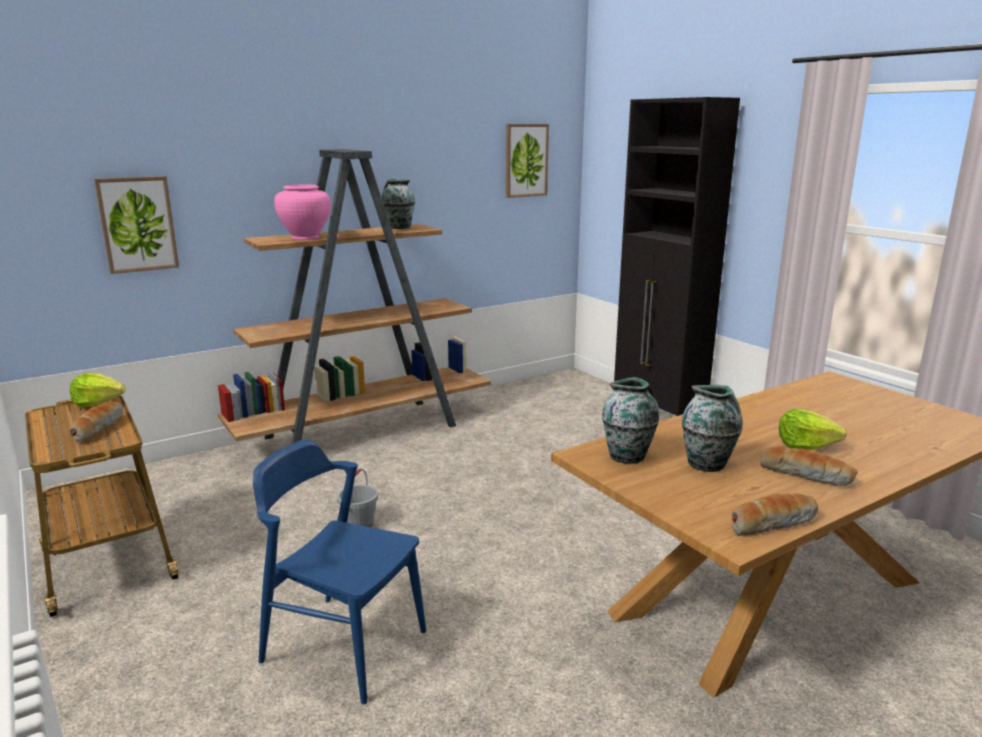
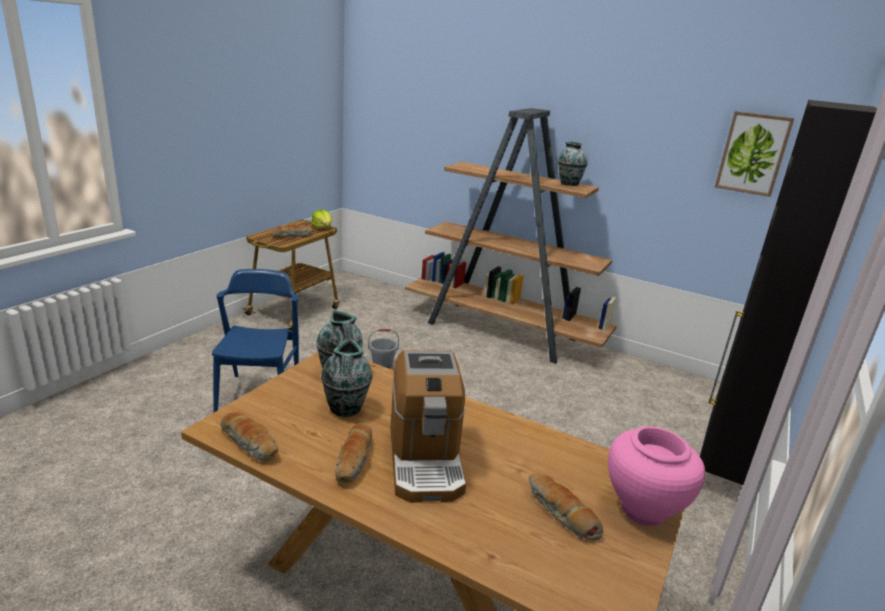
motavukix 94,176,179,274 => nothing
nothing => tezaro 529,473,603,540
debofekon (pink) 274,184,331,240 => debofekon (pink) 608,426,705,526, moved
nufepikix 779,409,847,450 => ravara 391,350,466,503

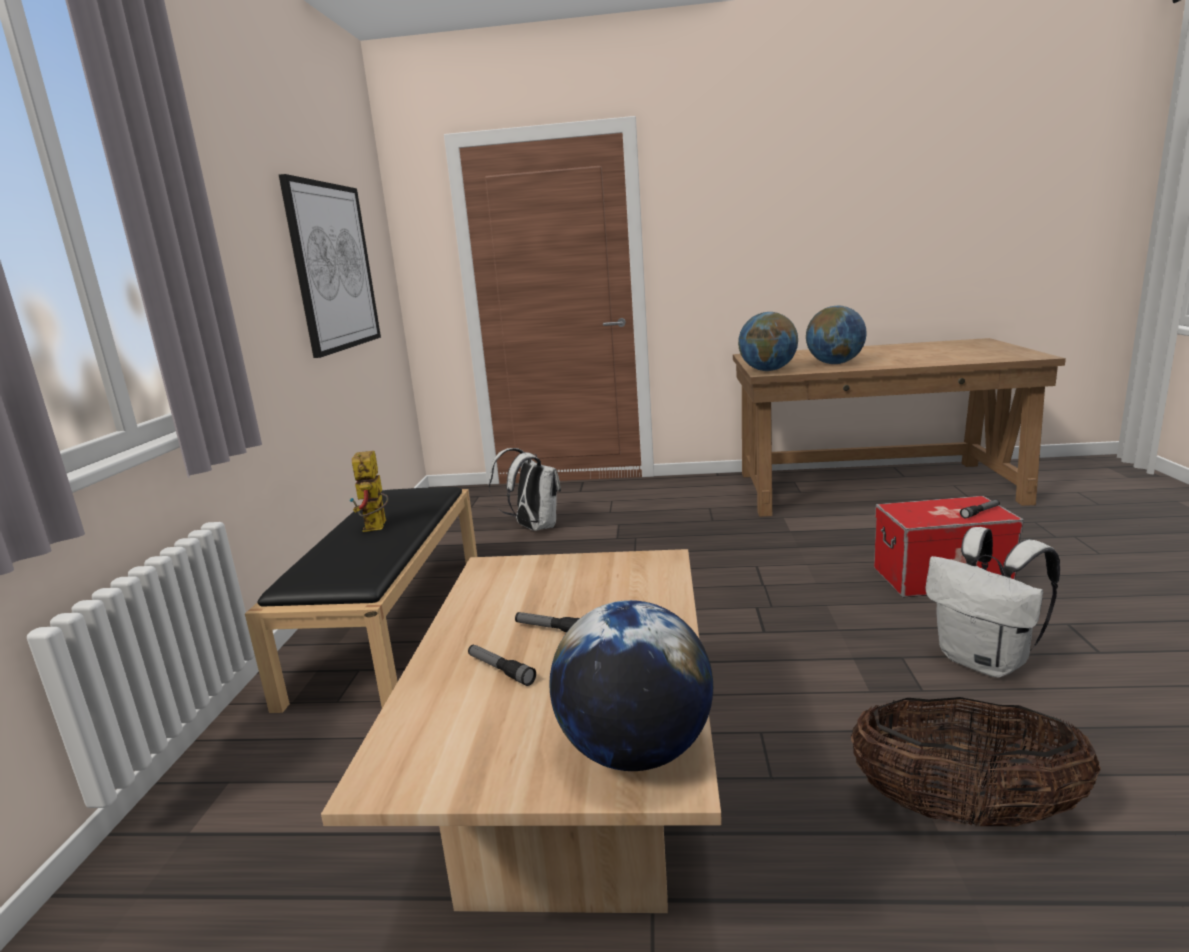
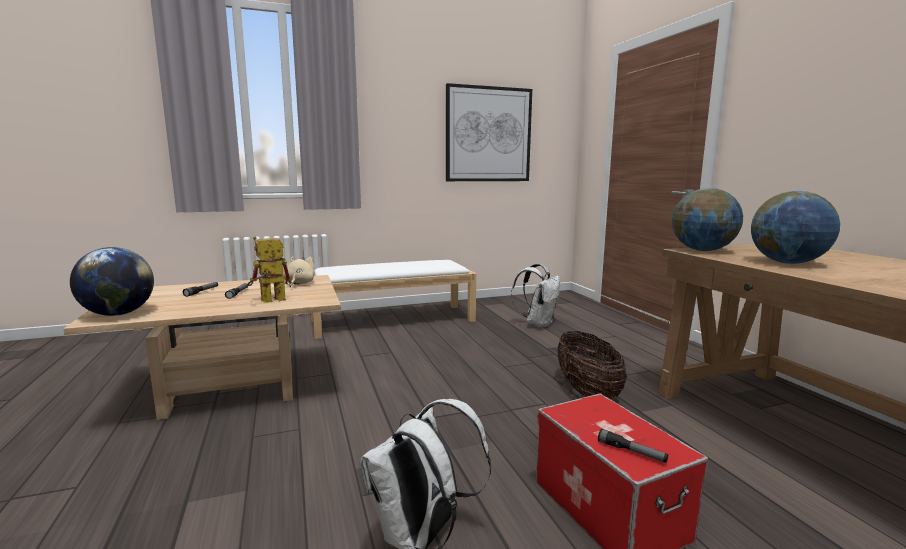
nothing => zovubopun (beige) 283,257,315,288
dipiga 349,451,389,532 => dipiga 248,237,292,303, moved
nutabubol 851,697,1101,827 => nutabubol 557,331,627,399, moved
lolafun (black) 245,487,477,713 => lolafun (white) 311,260,476,339

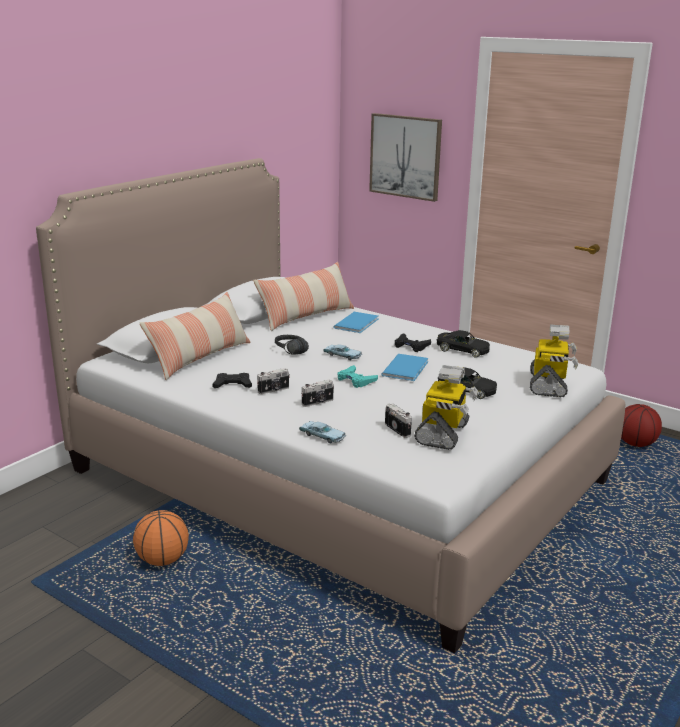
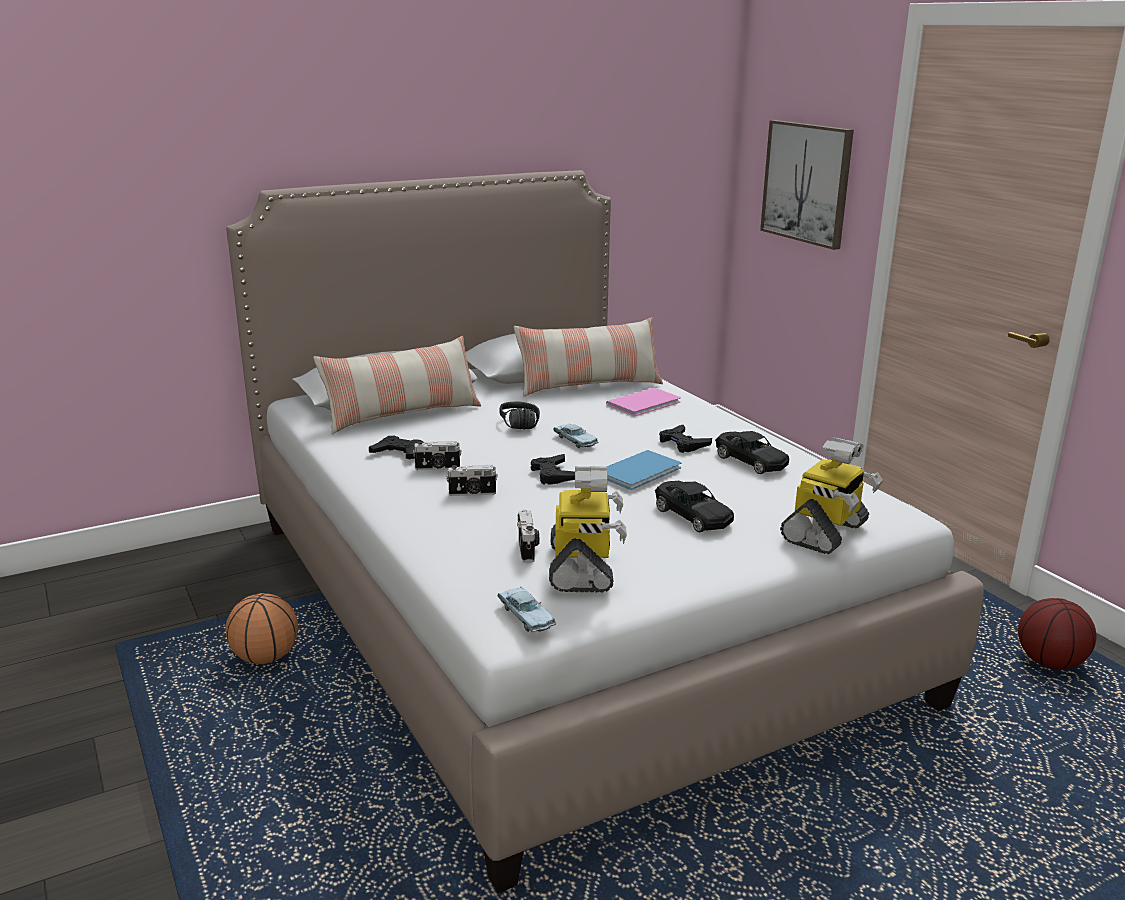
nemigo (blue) 299,421,346,444 => nemigo (blue) 498,587,556,632, moved
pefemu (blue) 333,312,379,333 => pefemu (pink) 606,388,681,416
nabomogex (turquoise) 337,365,378,388 => nabomogex (black) 531,454,575,485
dipiga 414,365,479,450 => dipiga 549,466,627,593, 45 degrees counterclockwise

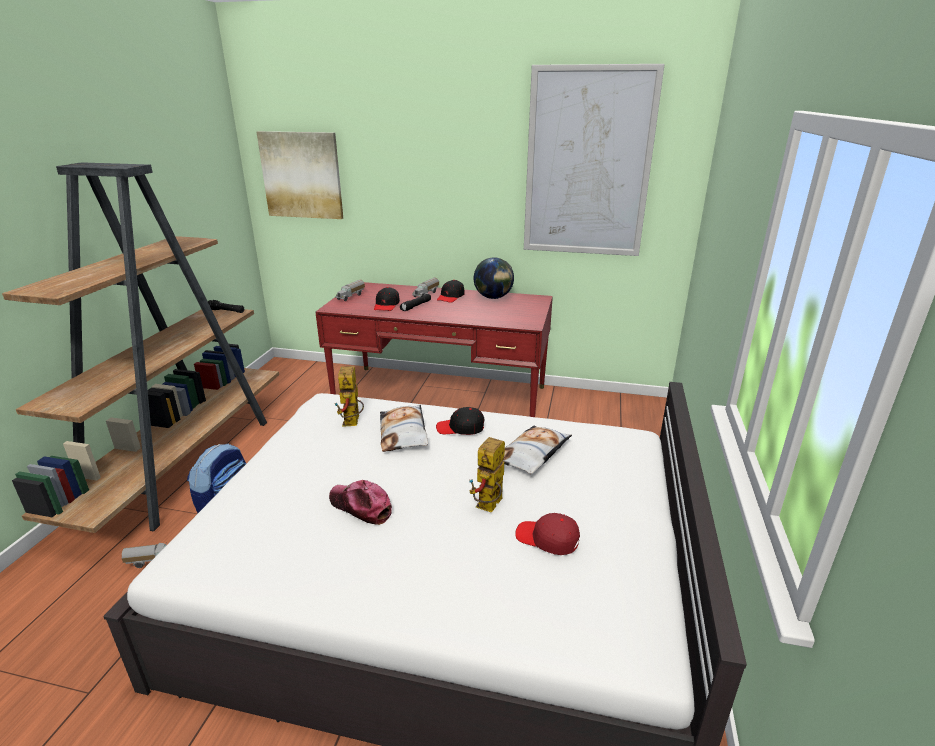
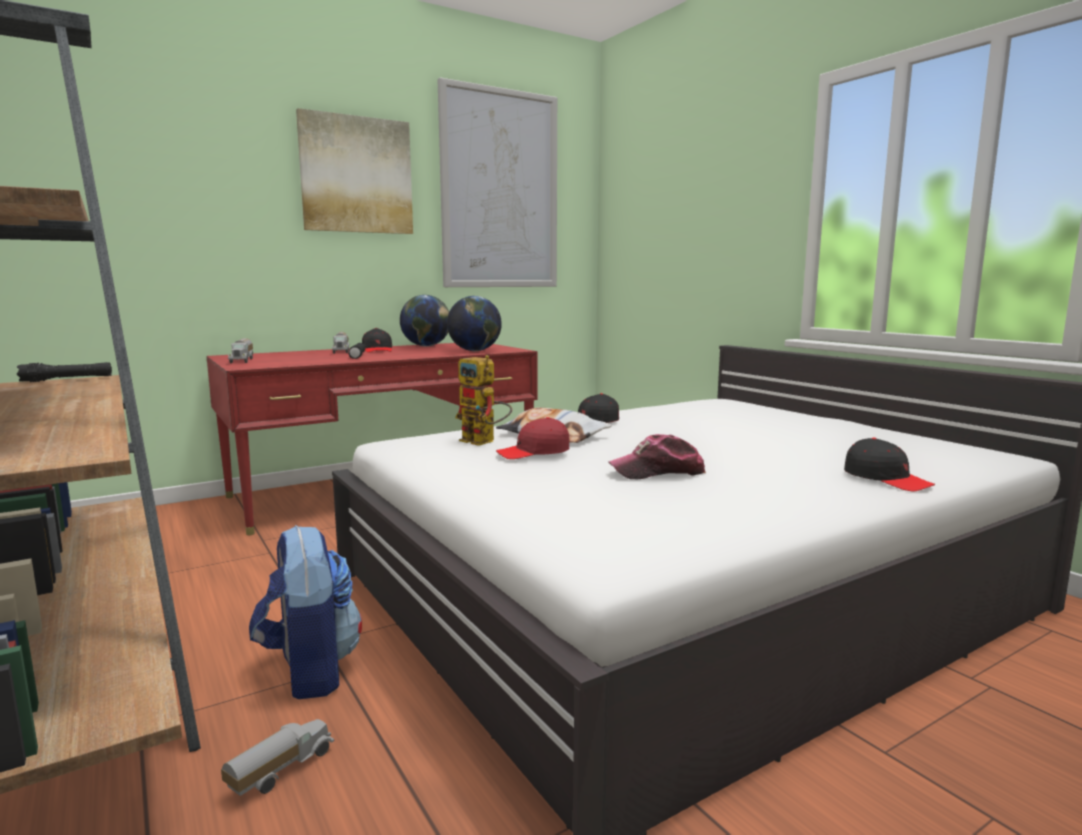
dipiga 469,437,505,513 => nothing
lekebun 503,426,572,474 => nothing
nothing => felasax 447,296,502,351
motavukix 257,131,343,219 => motavukix 296,108,413,234, moved
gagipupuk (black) 374,287,400,311 => gagipupuk (black) 844,438,935,491, moved
gagipupuk (red) 515,513,580,555 => gagipupuk (red) 496,417,570,459, moved

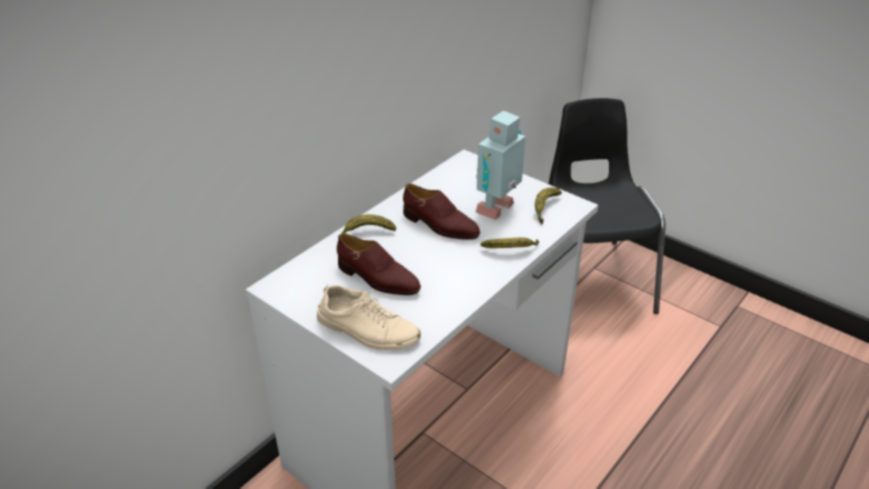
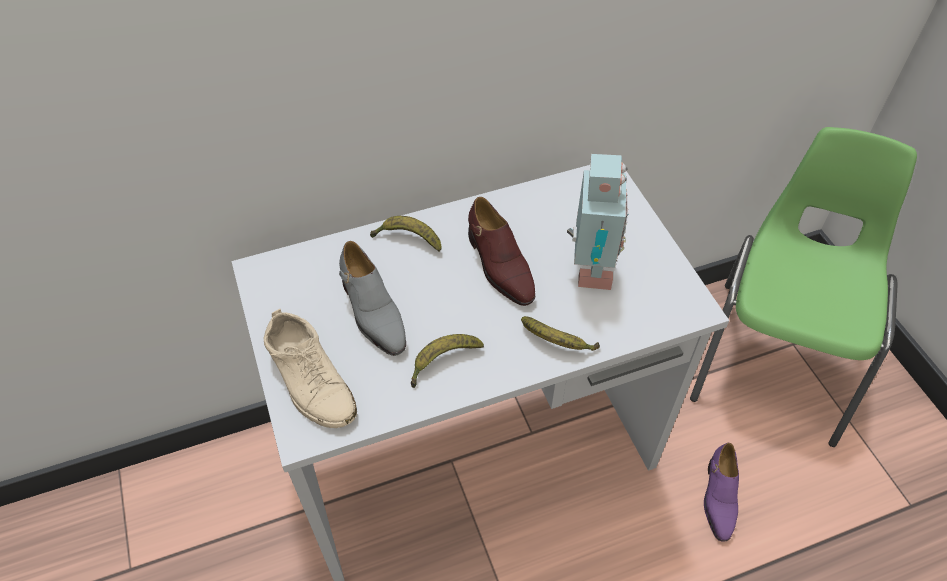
nothing => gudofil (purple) 704,443,739,542
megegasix 535,187,562,224 => megegasix 411,334,484,388, moved
gudofil (brown) 337,233,421,295 => gudofil (grey) 339,241,406,356
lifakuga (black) 549,98,666,314 => lifakuga (green) 690,127,917,447
dipiga 476,111,526,220 => dipiga 567,154,629,290, 120 degrees clockwise

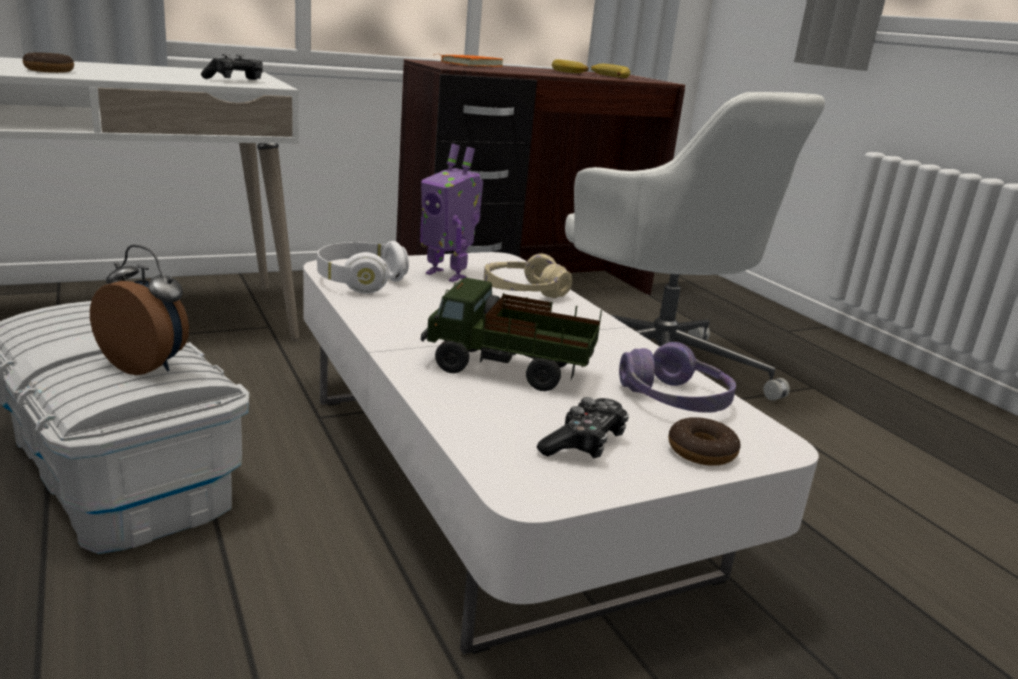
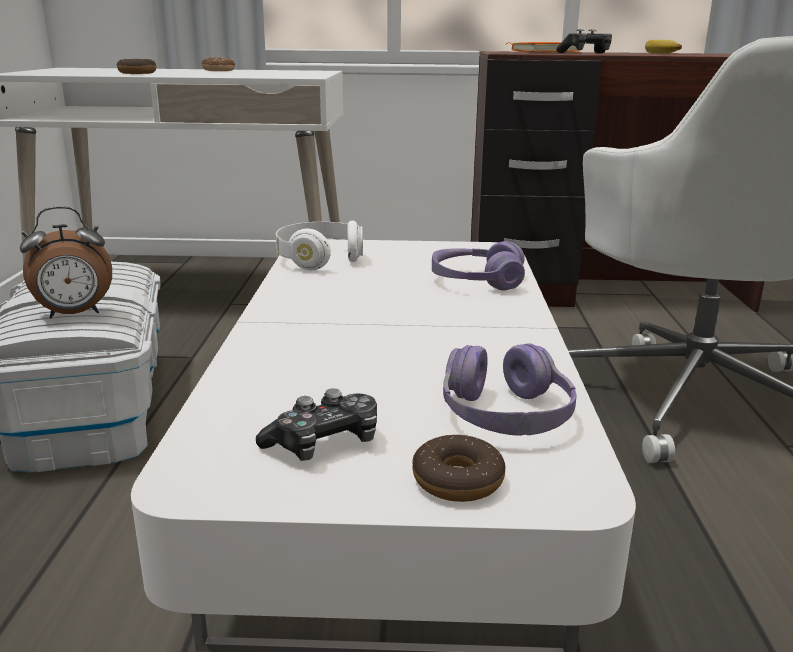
dipiga 420,144,483,282 => nothing
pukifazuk 421,278,602,391 => nothing
megegasix 591,64,630,78 => nothing
nothing => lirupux 201,57,235,71
nabomogex 201,54,263,80 => nabomogex 556,29,612,53, moved
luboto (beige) 484,254,572,298 => luboto (purple) 432,241,525,290
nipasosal 90,245,189,375 => nipasosal 20,206,112,319, 105 degrees clockwise

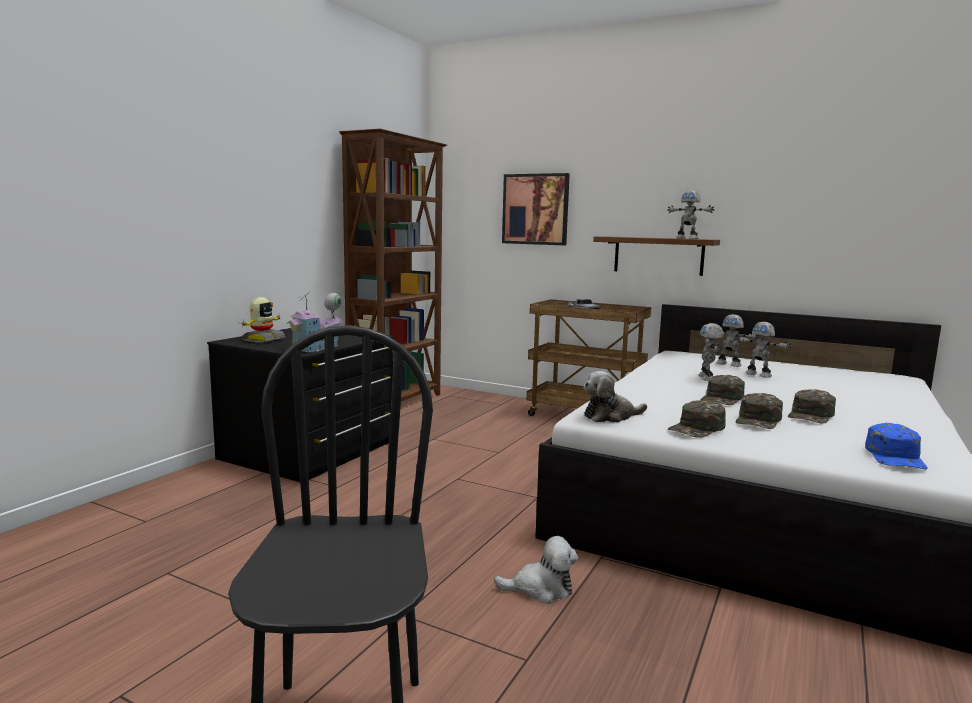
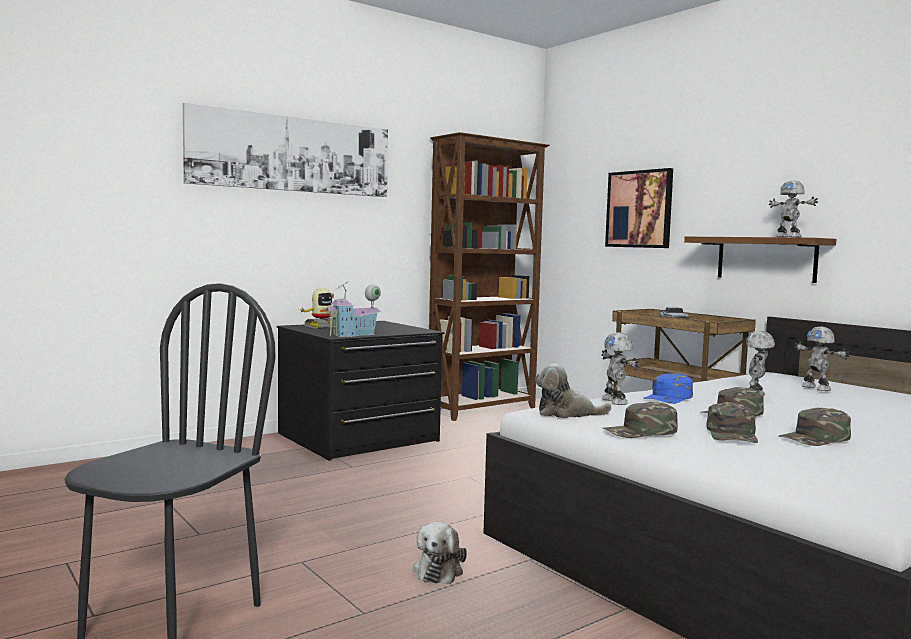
nothing => motavukix 183,102,388,197
dipiga 737,322,791,378 => dipiga 601,332,639,405, moved
gagipupuk (blue) 865,423,928,470 => gagipupuk (blue) 643,373,693,404, moved
zovubopun 494,536,579,604 => zovubopun 413,522,467,584, 75 degrees clockwise
gagipupuk (green) 735,393,783,429 => gagipupuk (green) 706,402,758,443, 45 degrees counterclockwise

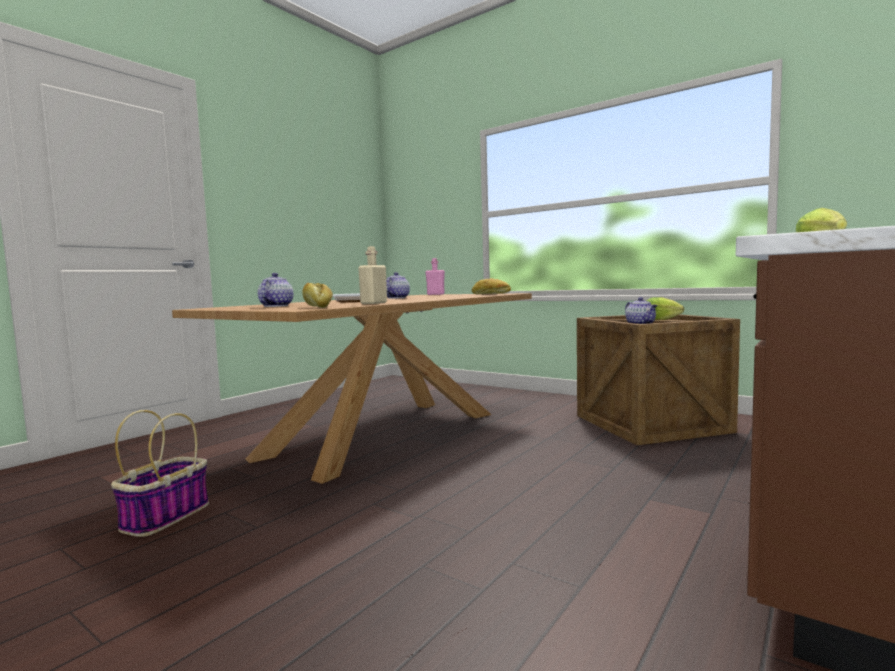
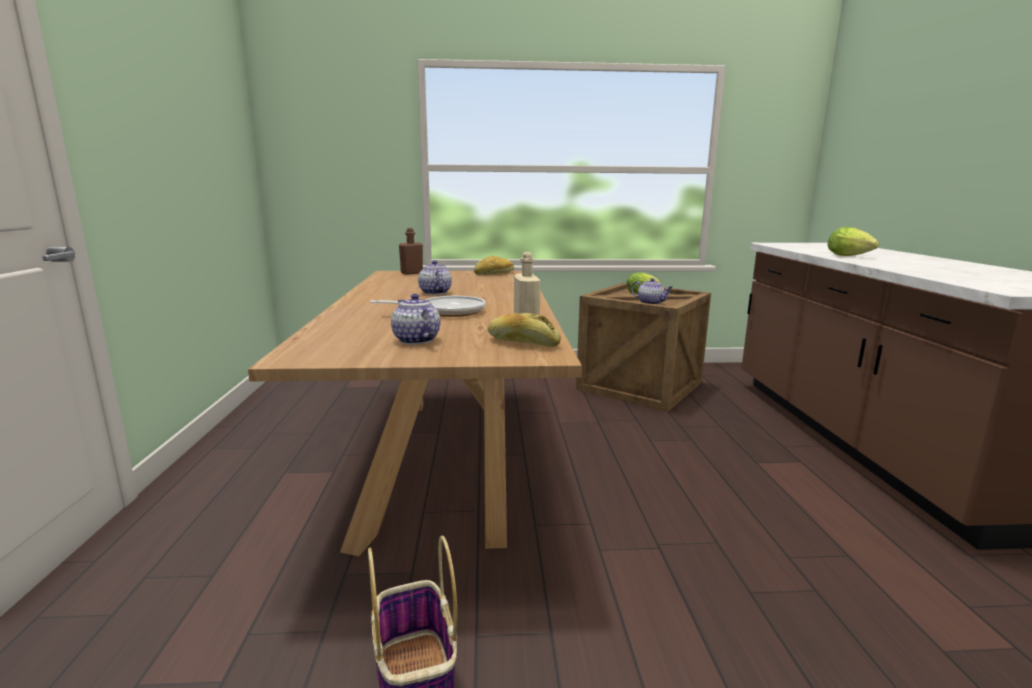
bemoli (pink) 425,258,445,295 => bemoli (brown) 399,228,423,275

